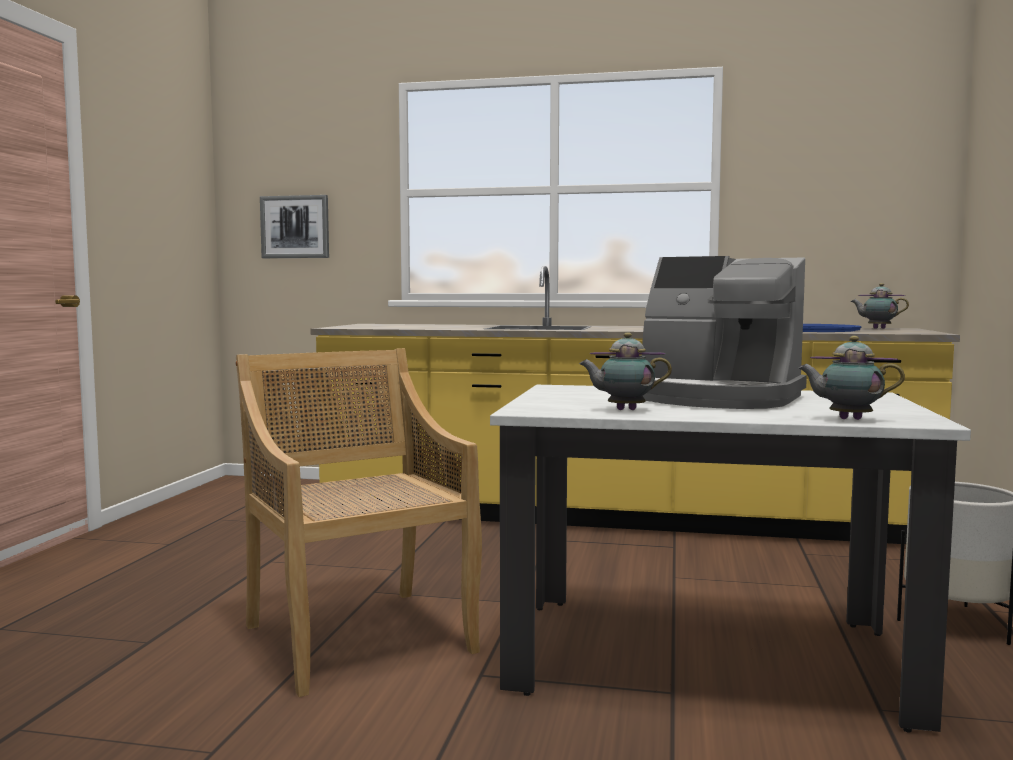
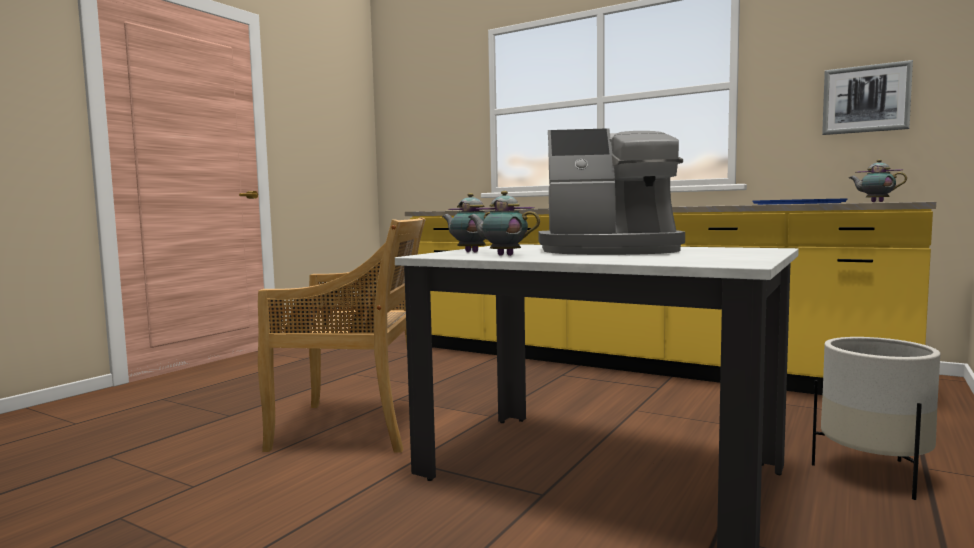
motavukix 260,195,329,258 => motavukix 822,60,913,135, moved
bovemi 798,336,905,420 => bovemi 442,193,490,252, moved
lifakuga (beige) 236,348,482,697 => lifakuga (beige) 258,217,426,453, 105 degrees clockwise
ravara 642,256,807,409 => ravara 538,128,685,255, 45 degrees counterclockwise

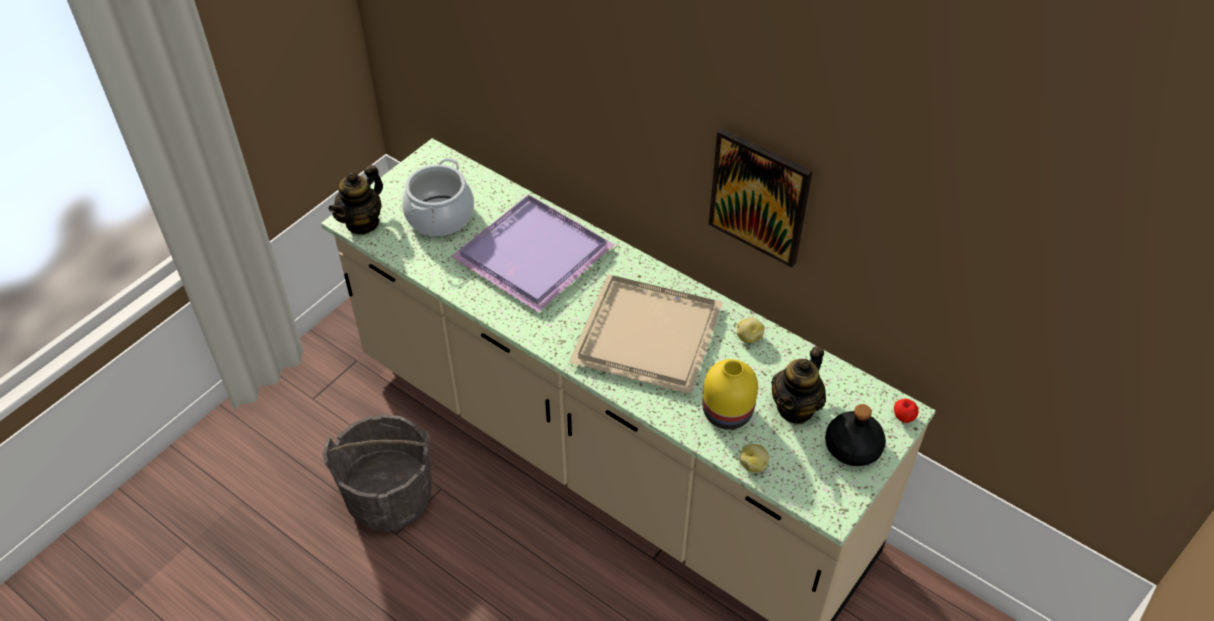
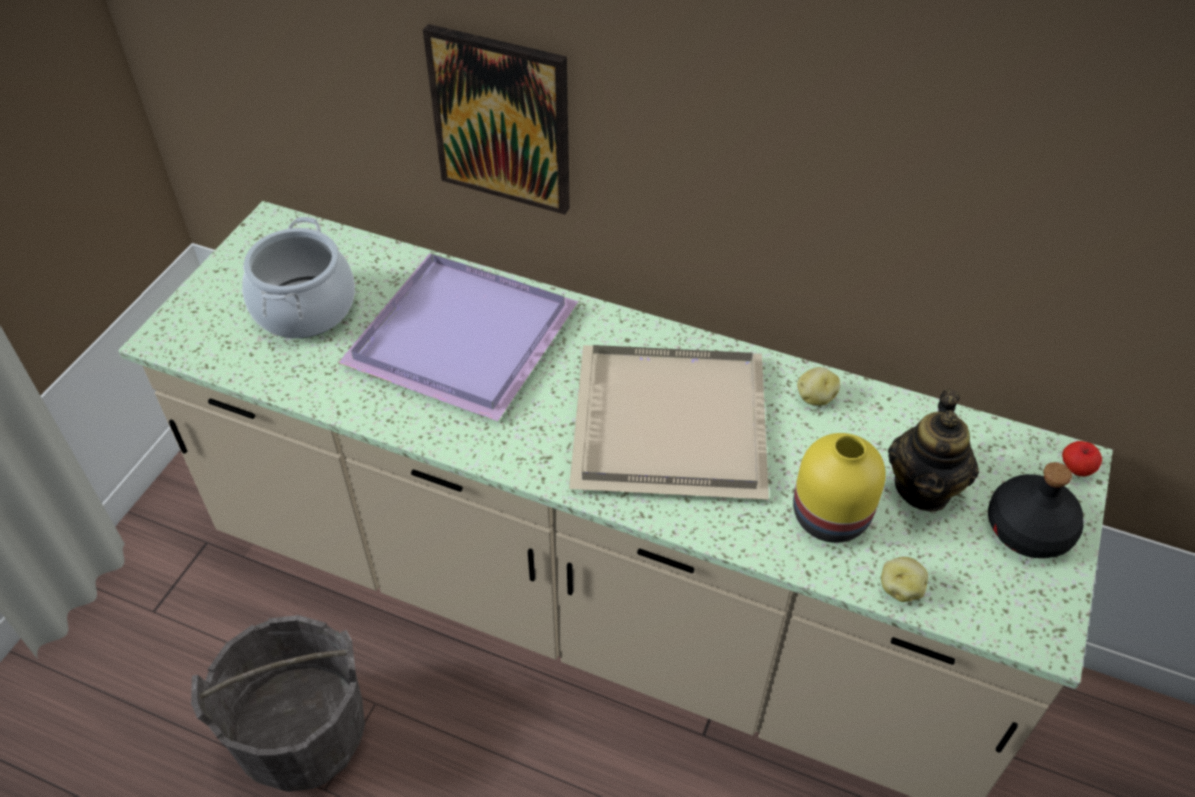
bovemi 328,165,383,235 => nothing
motavukix 709,128,812,267 => motavukix 423,24,570,215, moved

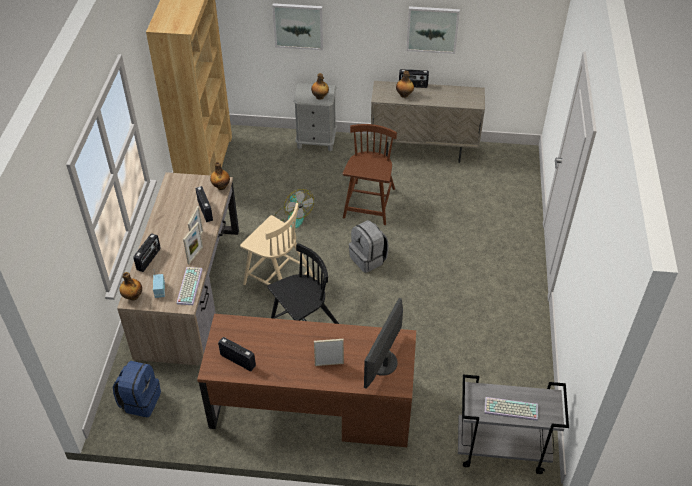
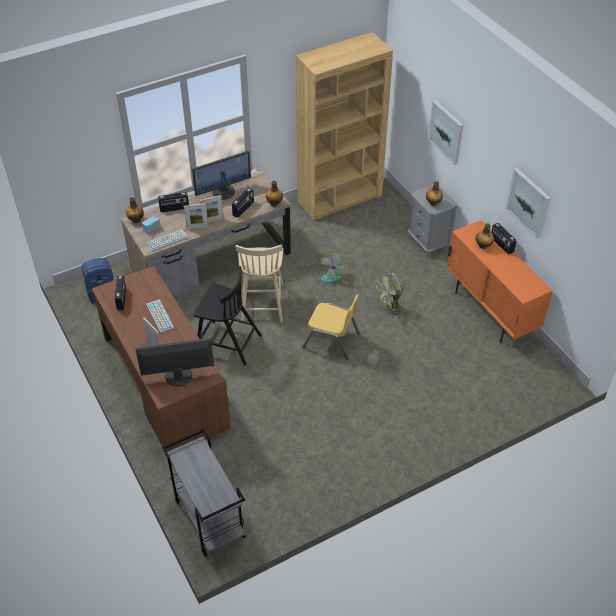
nothing => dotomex 192,150,251,200
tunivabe 484,397,538,421 => tunivabe 146,299,175,333, moved
lifakuga (brown) 343,124,397,225 => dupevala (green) 376,273,409,320
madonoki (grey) 349,220,389,273 => lifakuga (yellow) 302,295,360,360
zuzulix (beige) 370,81,485,163 => zuzulix (orange) 447,220,553,343

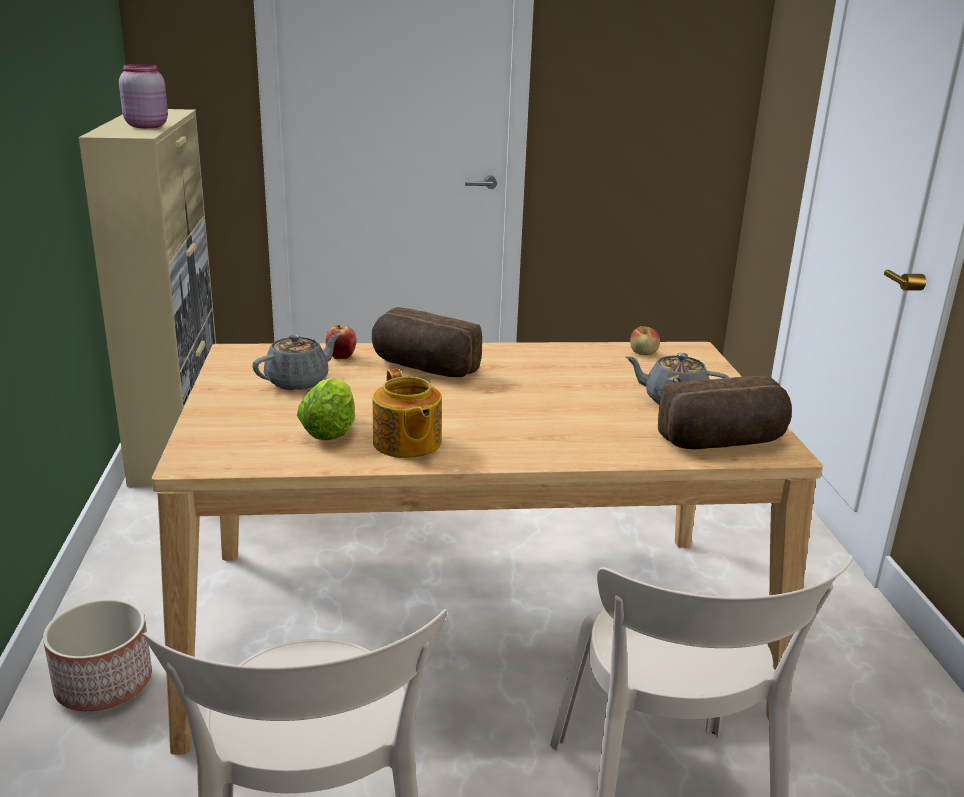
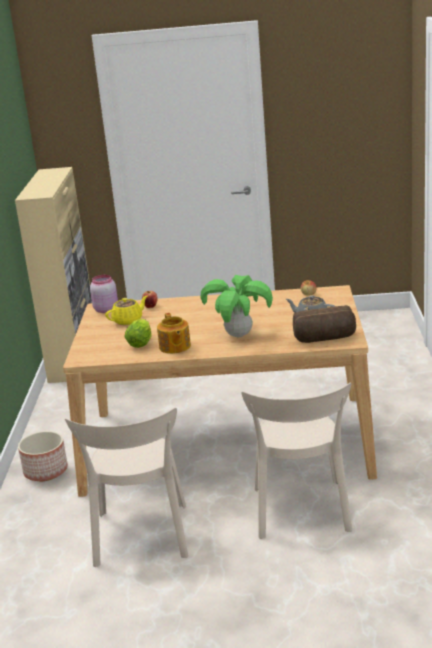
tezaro 372,307,482,377 => nothing
nothing => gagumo 201,275,273,337
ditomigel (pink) 119,64,168,128 => ditomigel (pink) 90,275,118,313, moved
bovemi (grey) 252,333,341,390 => bovemi (yellow) 105,296,147,325

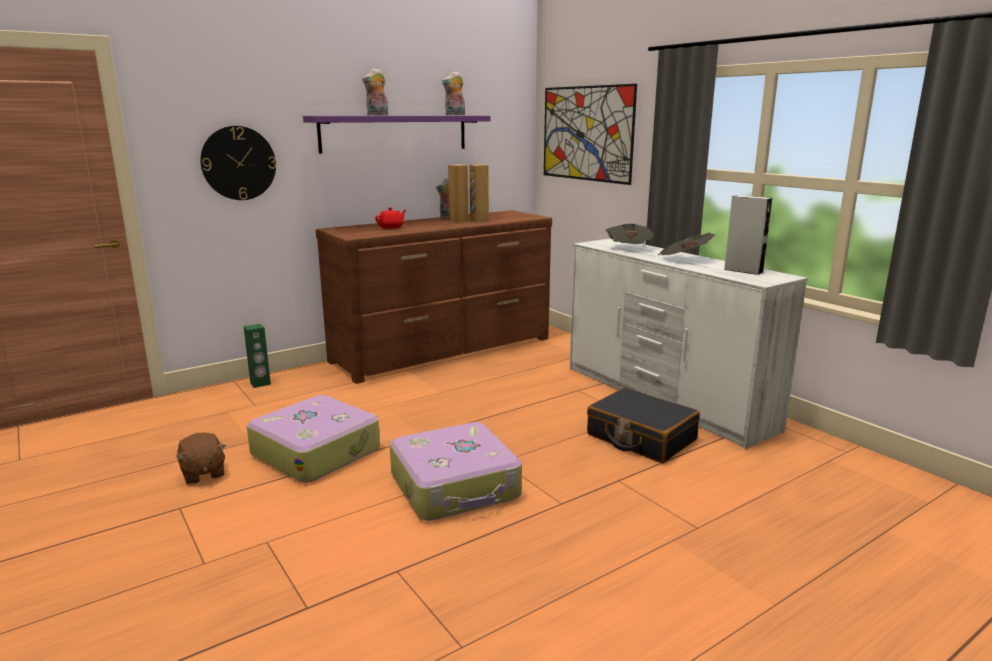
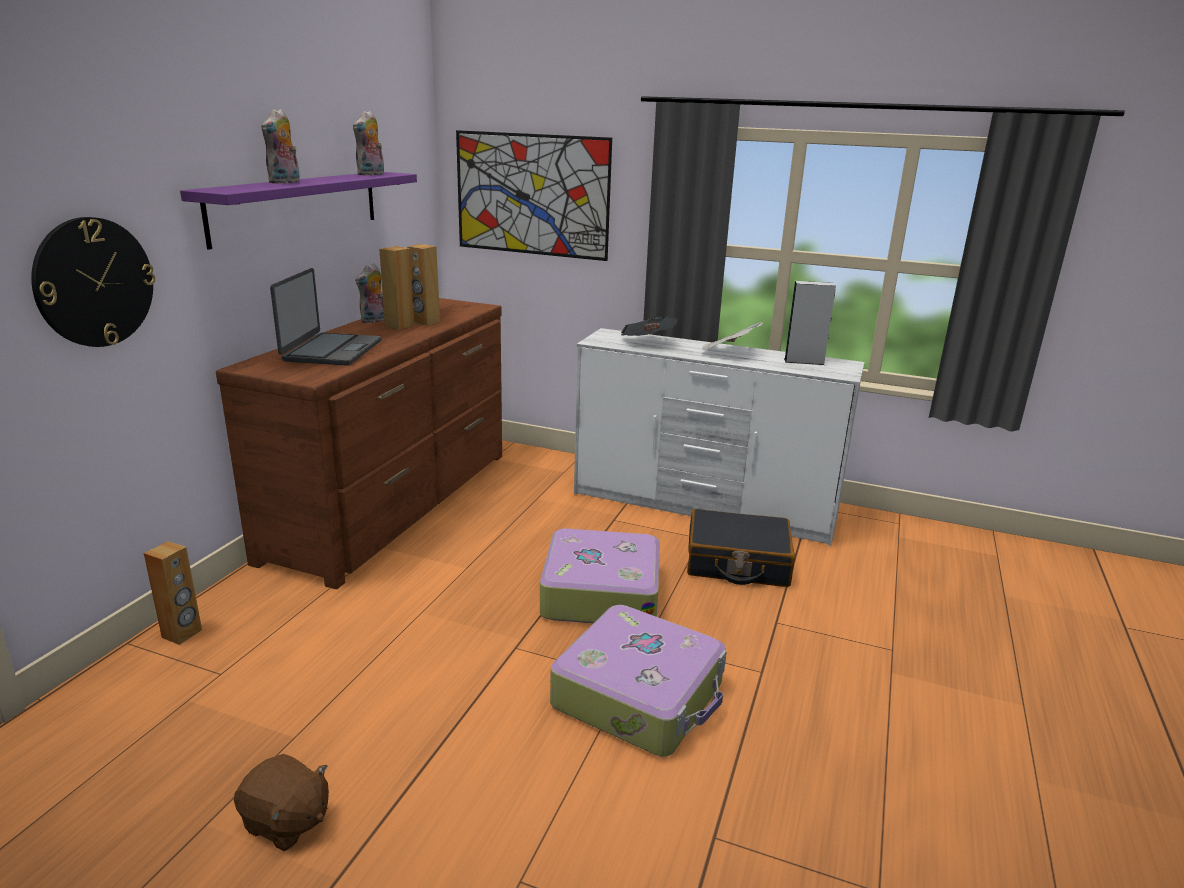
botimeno 247,395,380,483 => botimeno 540,528,660,623, moved
bovemi (red) 375,208,406,229 => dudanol 270,268,382,366
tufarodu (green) 244,324,271,388 => tufarodu (brown) 144,541,202,645

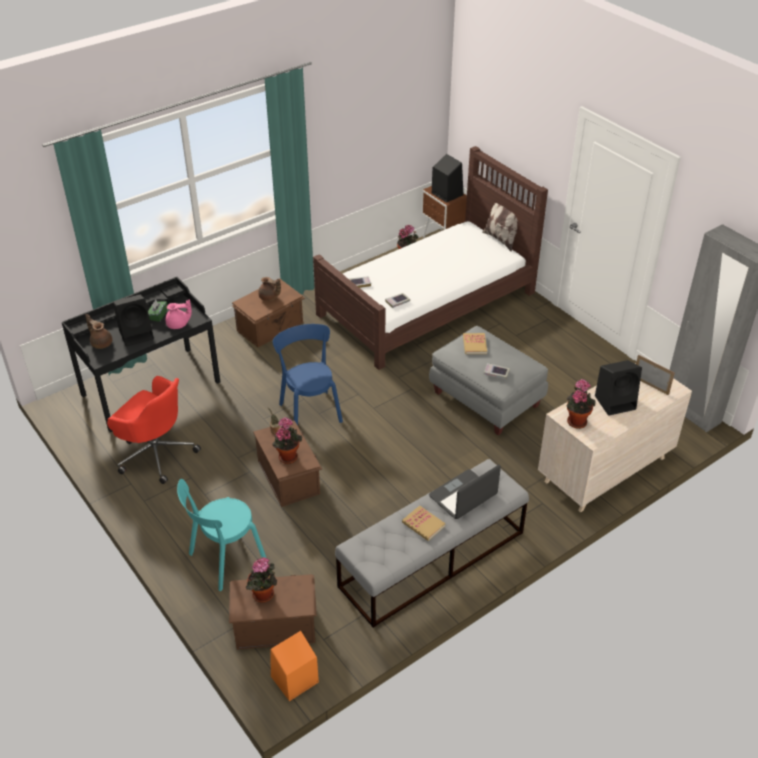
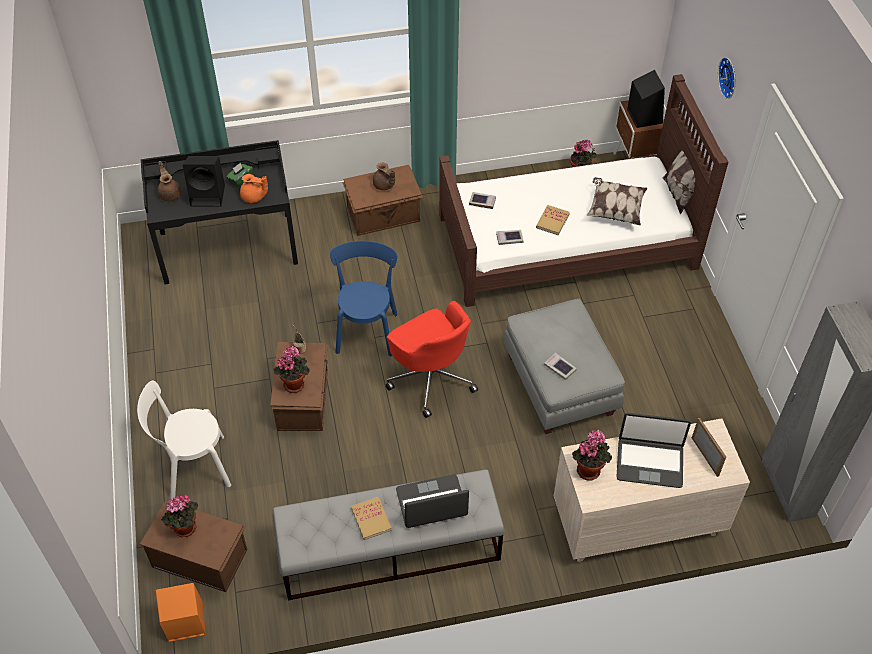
nothing => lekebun 586,177,647,226
nothing => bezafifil 718,57,736,99
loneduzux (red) 107,376,201,484 => loneduzux (red) 386,301,478,418, moved
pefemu 463,333,487,354 => pefemu 536,205,570,235, moved
tufarodu (black) 595,360,642,416 => dudanol 617,413,691,488
bovemi (pink) 165,299,192,329 => bovemi (orange) 240,174,268,203
lifakuga (turquoise) 177,479,266,591 => lifakuga (white) 137,380,231,499

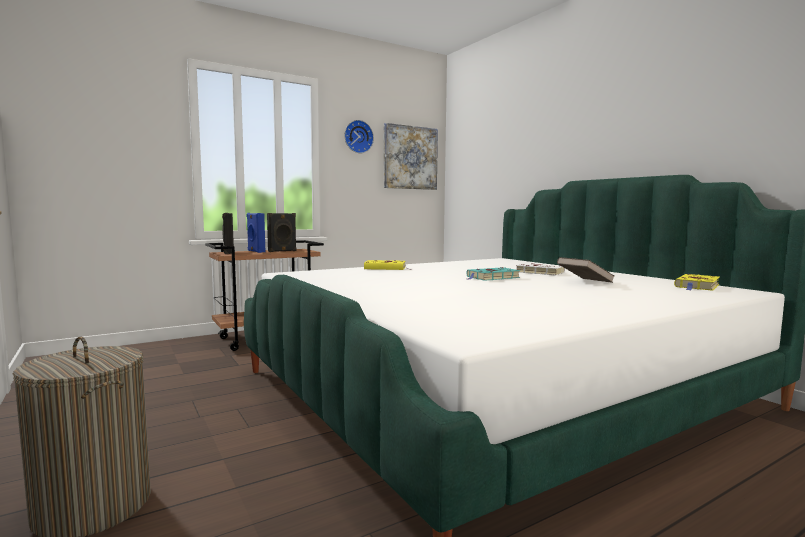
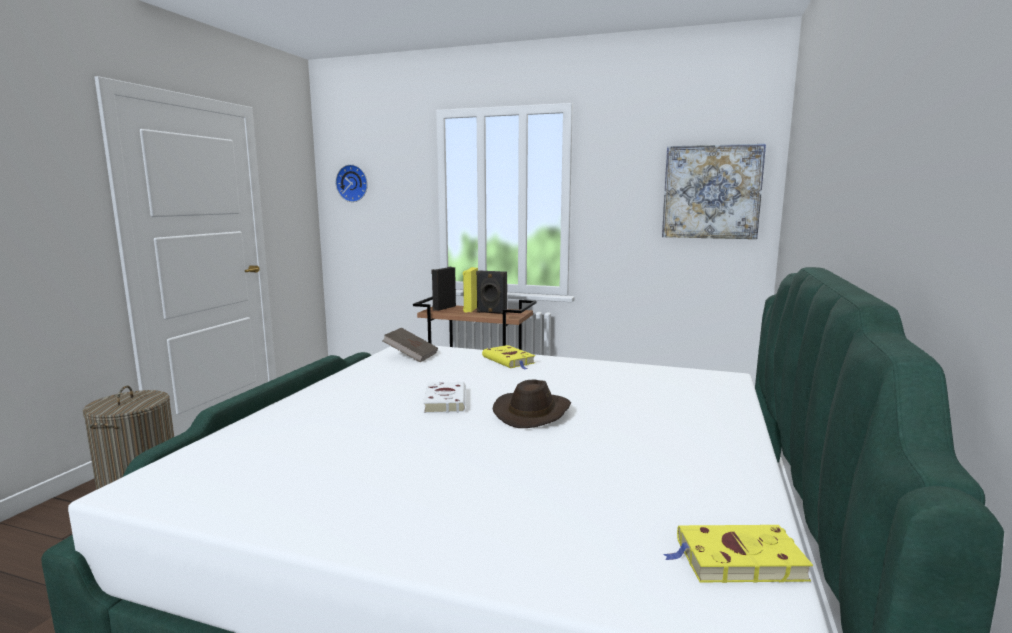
bezafifil 344,120,374,153 => bezafifil 336,164,368,202, moved
pefemu (white) 516,263,565,276 => pefemu (white) 423,382,466,413, moved
pefemu (brown) 557,257,614,283 => pefemu (brown) 383,328,438,362, moved
pefemu (turquoise) 467,267,520,281 => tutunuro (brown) 493,379,571,428
tufarodu (blue) 246,213,265,253 => tufarodu (yellow) 463,267,478,312

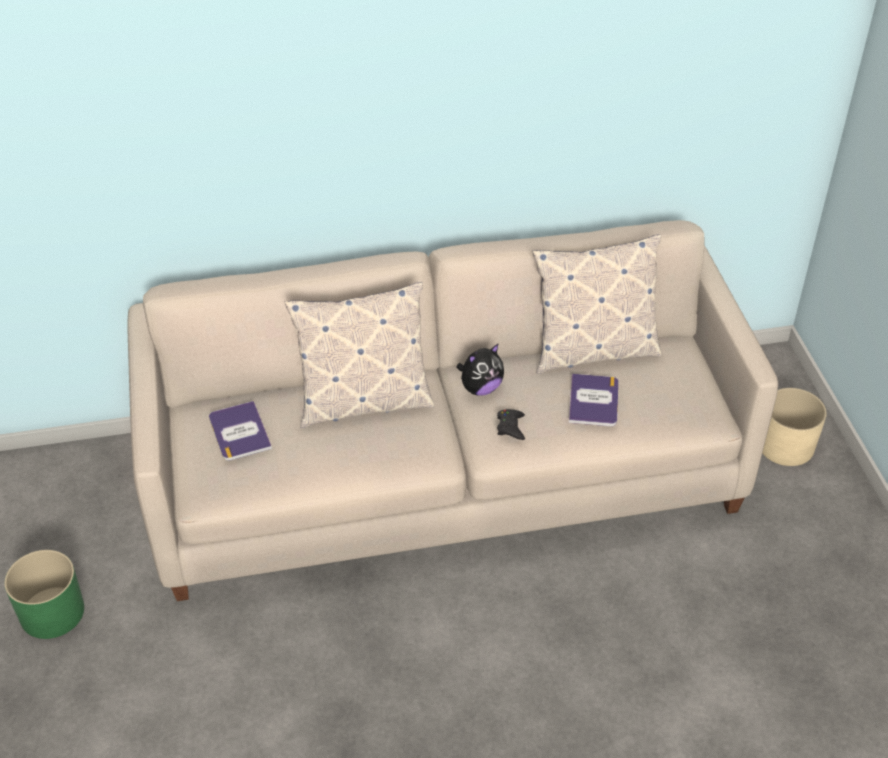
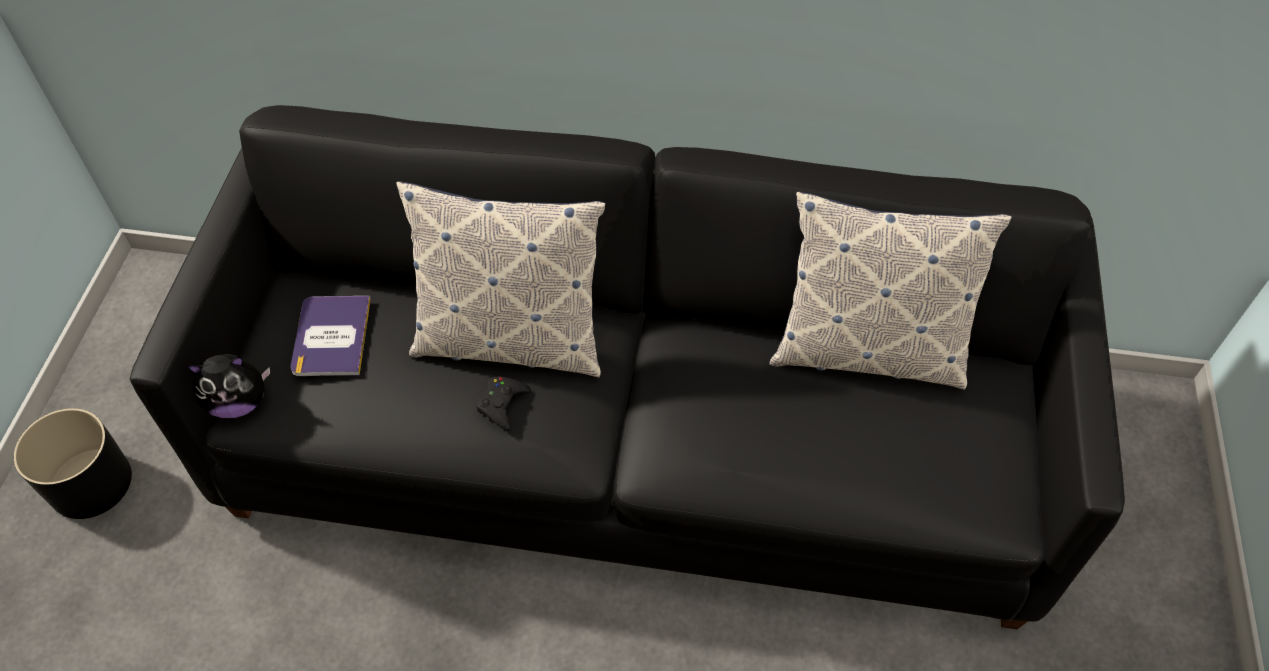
pefemu 569,374,618,426 => nothing
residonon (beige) 762,388,827,466 => nothing
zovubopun 456,343,504,396 => zovubopun 187,354,270,418, moved
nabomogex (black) 497,409,525,440 => nabomogex (black) 476,376,531,430, moved
residonon (green) 4,550,84,639 => residonon (black) 14,408,132,519
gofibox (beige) 127,220,778,601 => gofibox (black) 129,105,1125,629

